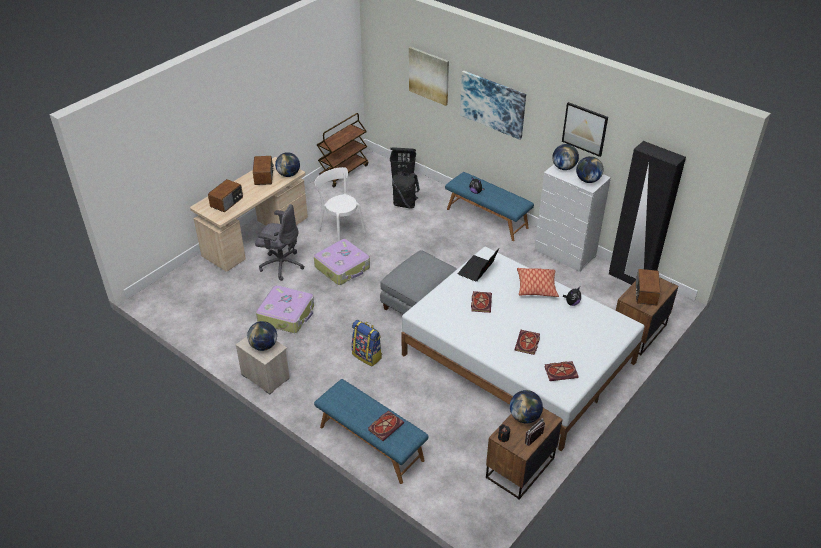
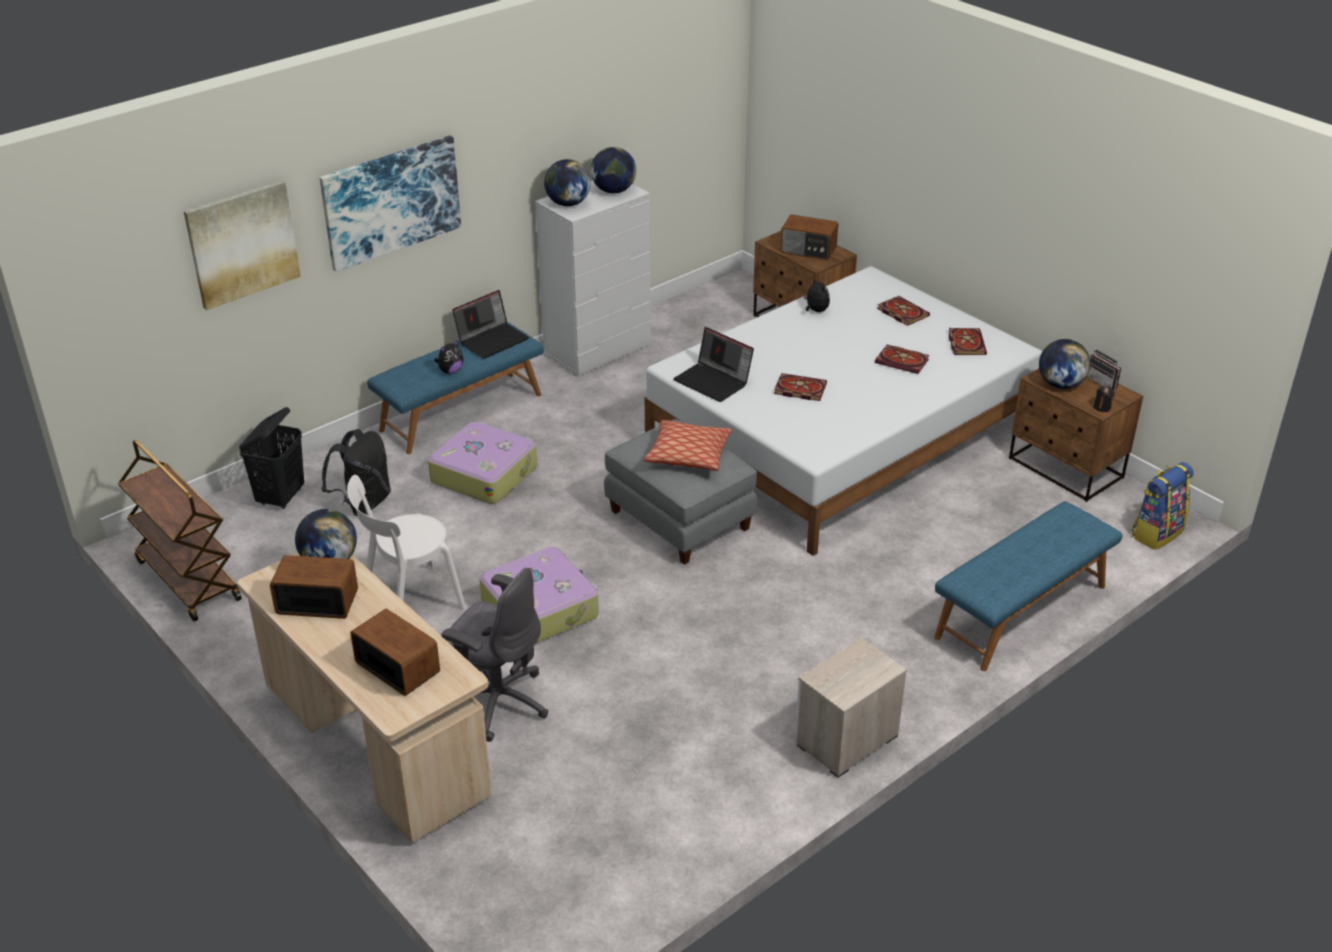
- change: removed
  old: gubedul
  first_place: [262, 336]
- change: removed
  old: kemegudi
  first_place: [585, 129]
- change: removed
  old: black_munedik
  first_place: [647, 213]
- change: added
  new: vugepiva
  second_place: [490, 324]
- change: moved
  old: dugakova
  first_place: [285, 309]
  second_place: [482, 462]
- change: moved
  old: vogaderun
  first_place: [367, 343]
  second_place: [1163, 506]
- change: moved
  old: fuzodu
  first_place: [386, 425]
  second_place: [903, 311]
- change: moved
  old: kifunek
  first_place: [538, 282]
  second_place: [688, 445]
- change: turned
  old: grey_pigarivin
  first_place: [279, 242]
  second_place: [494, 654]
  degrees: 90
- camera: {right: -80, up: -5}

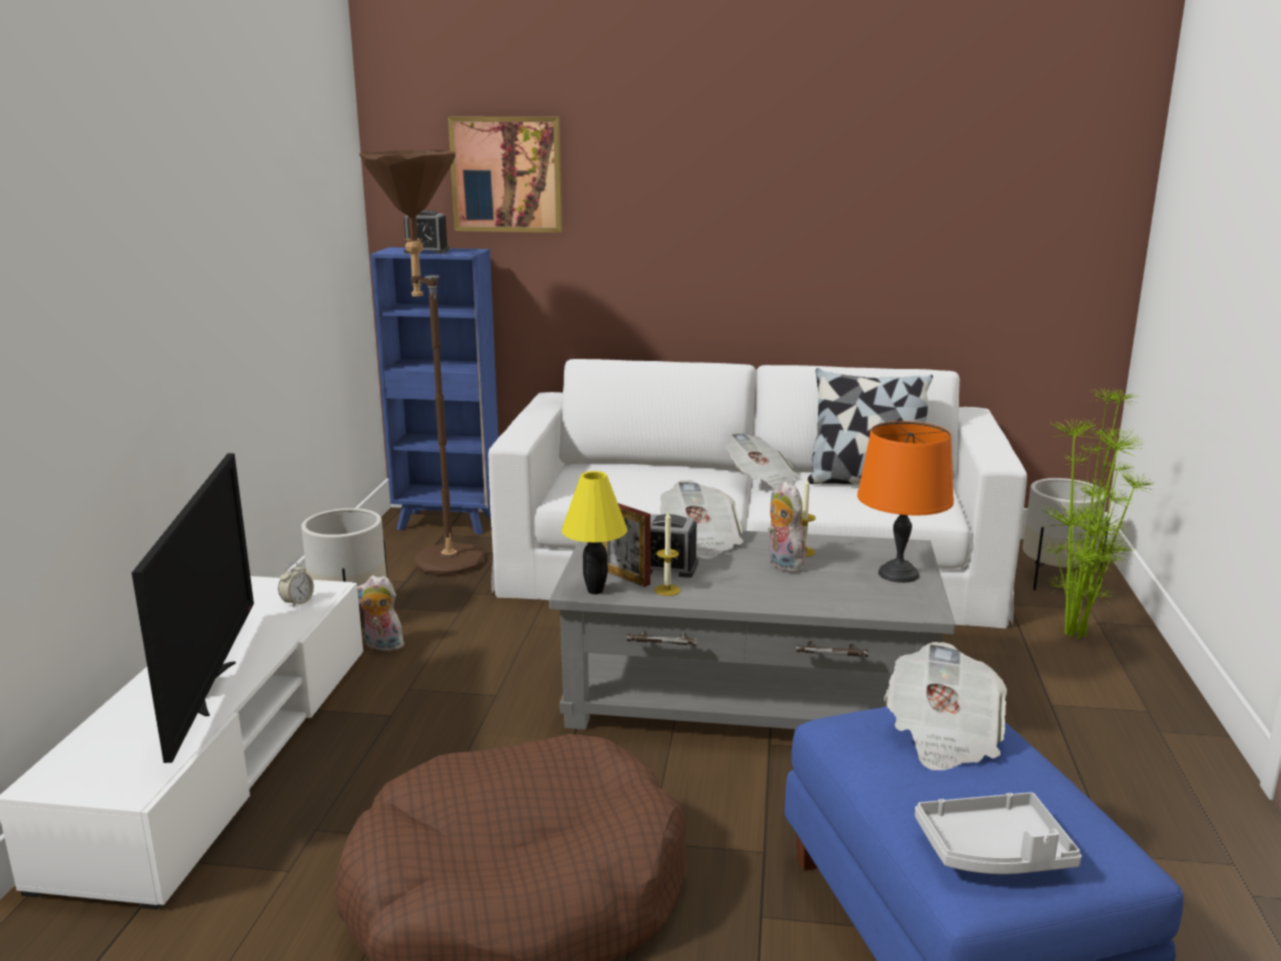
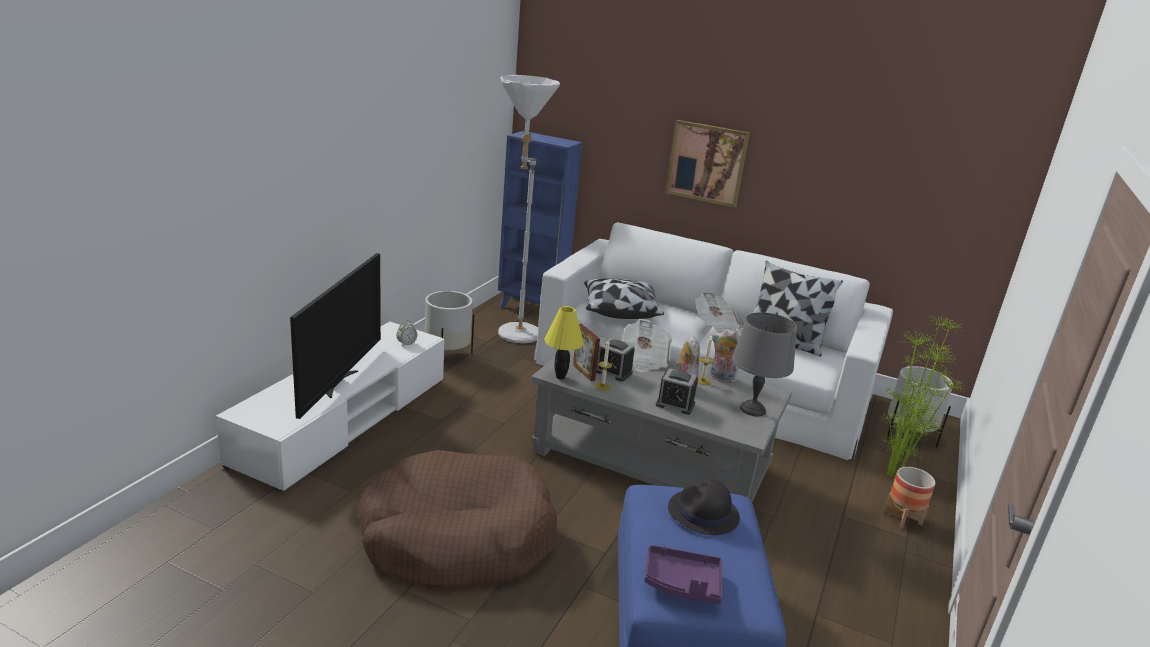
- change: added
  new: kifunek
  second_place: [624, 298]
- change: added
  new: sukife
  second_place: [910, 498]
- change: moved
  old: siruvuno
  first_place: [381, 613]
  second_place: [725, 356]
- change: moved
  old: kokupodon
  first_place: [426, 232]
  second_place: [677, 391]
- change: moved
  old: kemegudi
  first_place: [505, 175]
  second_place: [707, 164]
- change: replaced
  old: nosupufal
  new: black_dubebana
  first_place: [945, 706]
  second_place: [704, 506]
- change: recoloured
  old: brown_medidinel
  new: white_medidinel
  first_place: [422, 362]
  second_place: [529, 209]
- change: recoloured
  old: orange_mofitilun
  new: grey_mofitilun
  first_place: [905, 502]
  second_place: [764, 364]
- change: recoloured
  old: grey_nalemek
  new: purple_nalemek
  first_place: [998, 833]
  second_place: [683, 574]
- camera: {right: 15, up: 5}

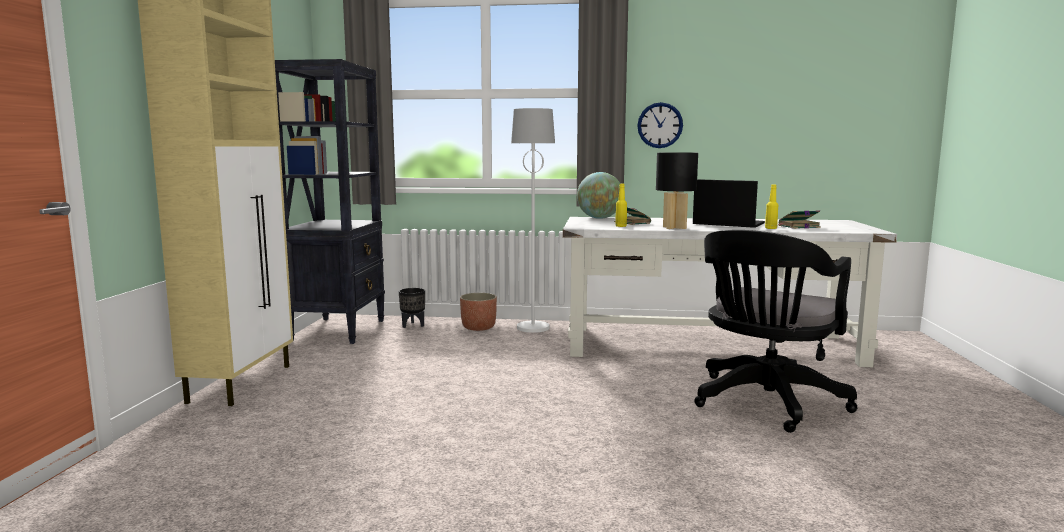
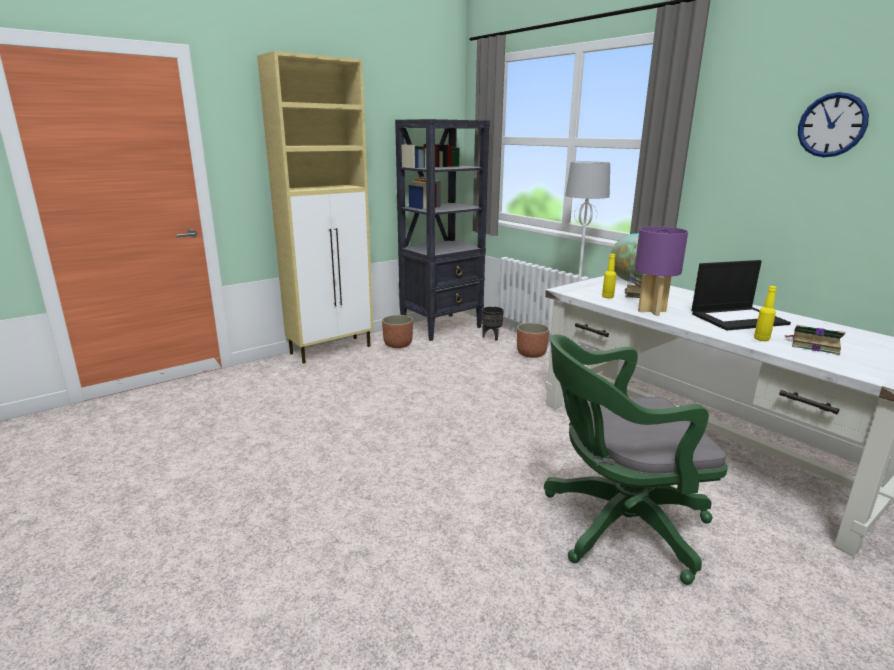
- change: added
  new: sukife
  second_place: [397, 331]
- change: moved
  old: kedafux
  first_place: [660, 125]
  second_place: [833, 124]
- change: recoloured
  old: black_mofitilun
  new: purple_mofitilun
  first_place: [677, 190]
  second_place: [661, 271]
- change: recoloured
  old: black_pigarivin
  new: green_pigarivin
  first_place: [775, 331]
  second_place: [636, 459]
- change: turned
  old: vugepiva
  first_place: [729, 203]
  second_place: [741, 295]
  degrees: 90
- camera: {right: 45, up: 10}

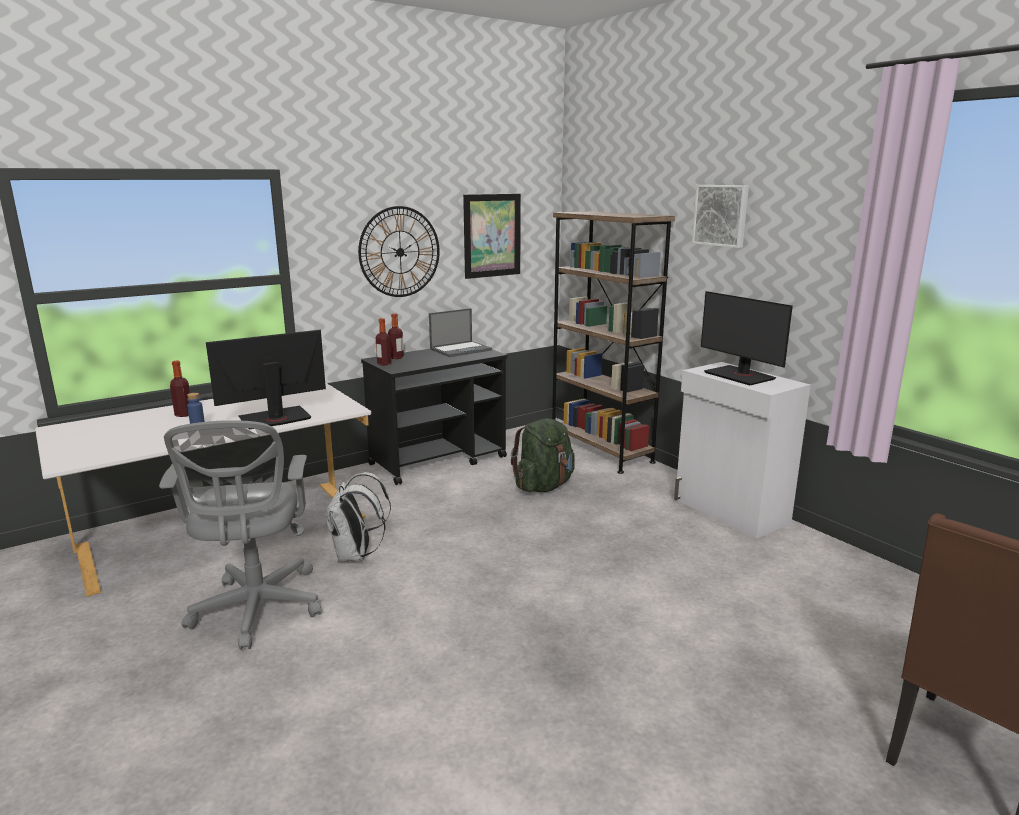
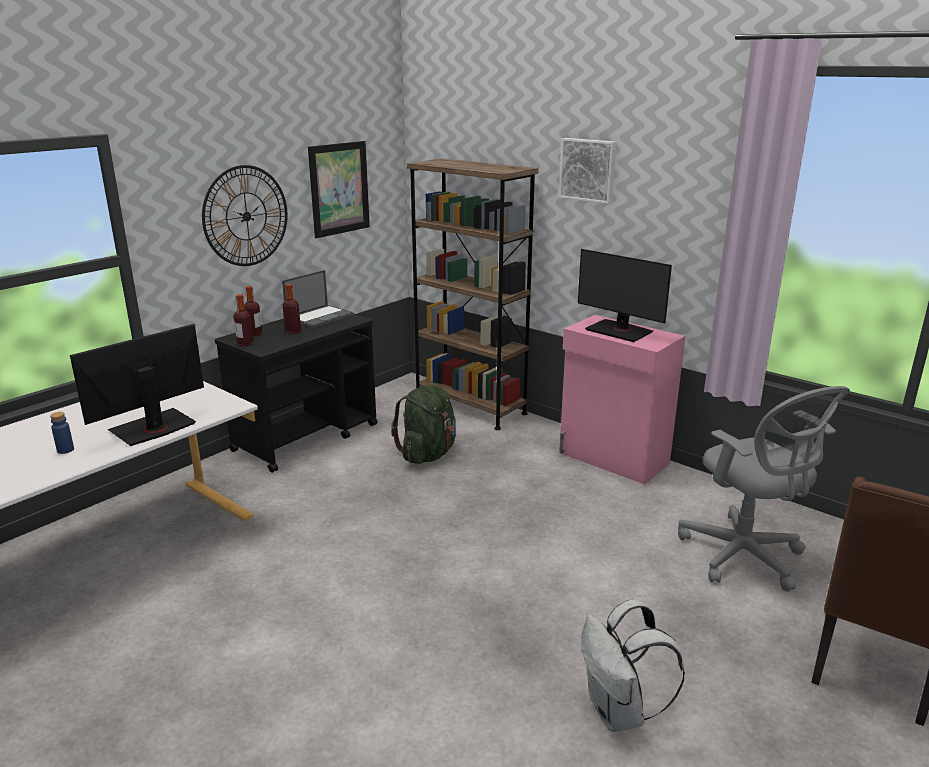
- change: moved
  old: grey_pigarivin
  first_place: [240, 535]
  second_place: [764, 489]
- change: moved
  old: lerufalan
  first_place: [180, 389]
  second_place: [292, 309]
- change: moved
  old: white_vogaderun
  first_place: [358, 517]
  second_place: [633, 665]
- change: recoloured
  old: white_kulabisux
  new: pink_kulabisux
  first_place: [742, 450]
  second_place: [622, 399]
- camera: {right: -15, up: 5}

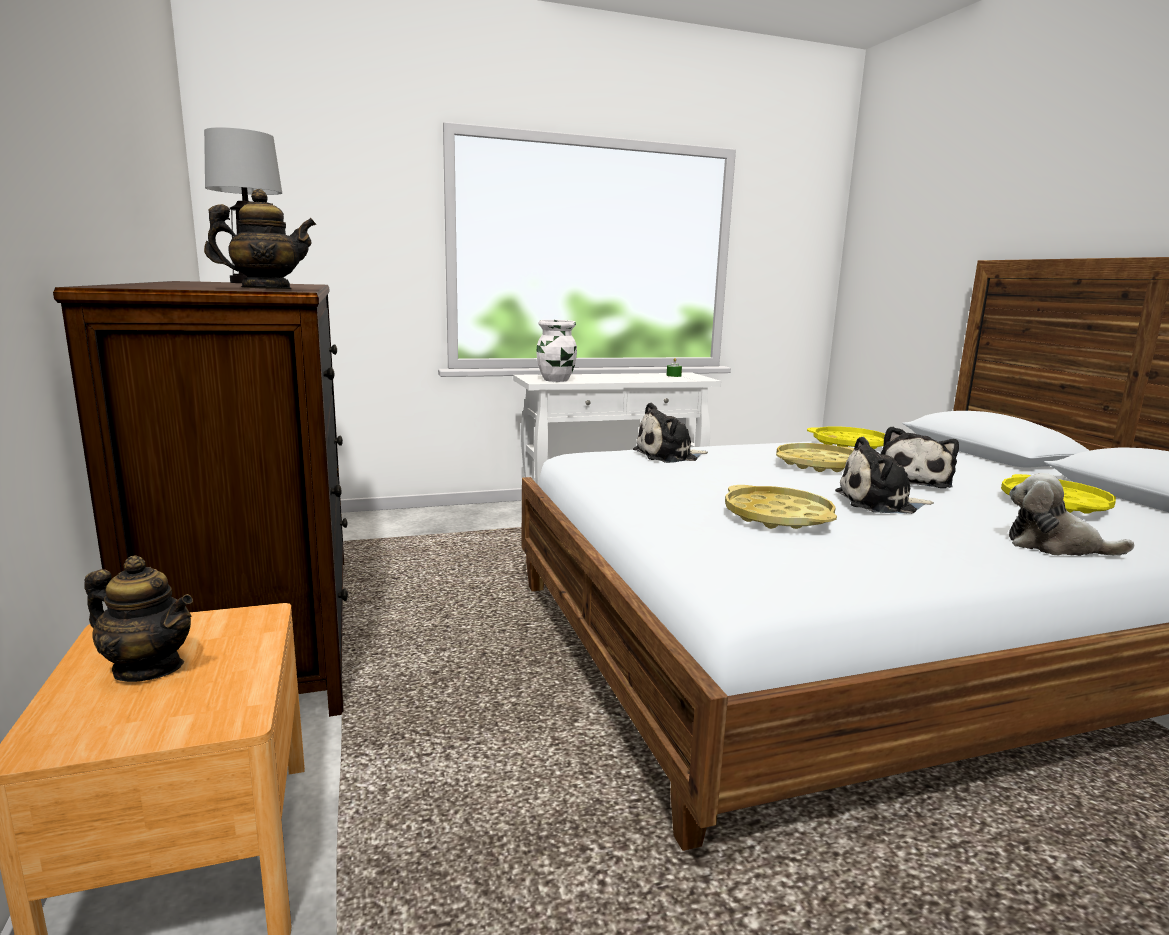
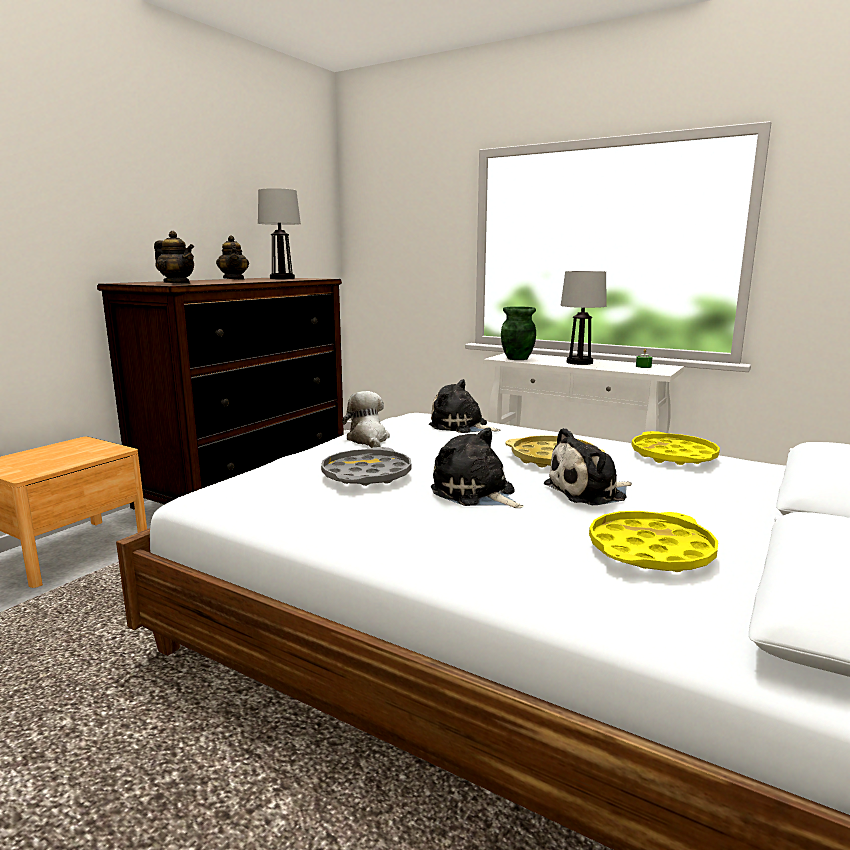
- change: added
  new: mofitilun
  second_place: [584, 318]
- change: moved
  old: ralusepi
  first_place: [138, 618]
  second_place: [232, 257]
- change: moved
  old: siruvuno
  first_place: [1072, 514]
  second_place: [366, 419]
- change: recoloured
  old: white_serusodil
  new: green_serusodil
  first_place: [556, 351]
  second_place: [518, 333]
- change: recoloured
  old: yellow_nalemek
  new: grey_nalemek
  first_place: [781, 507]
  second_place: [366, 466]
- camera: {right: 50, up: 0}

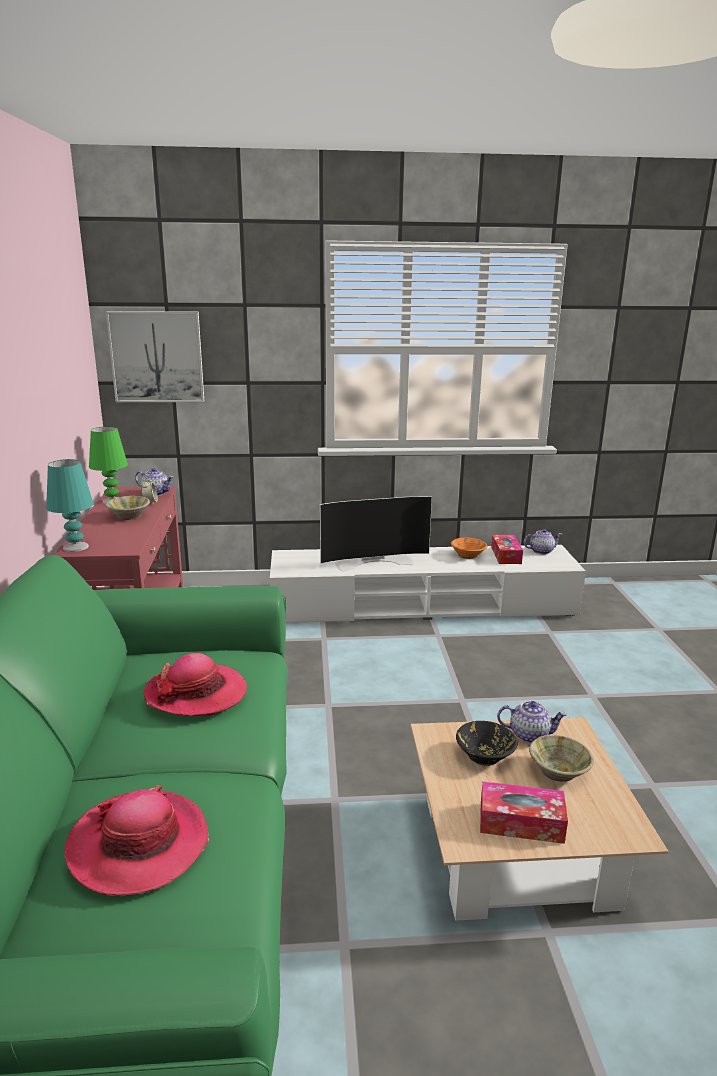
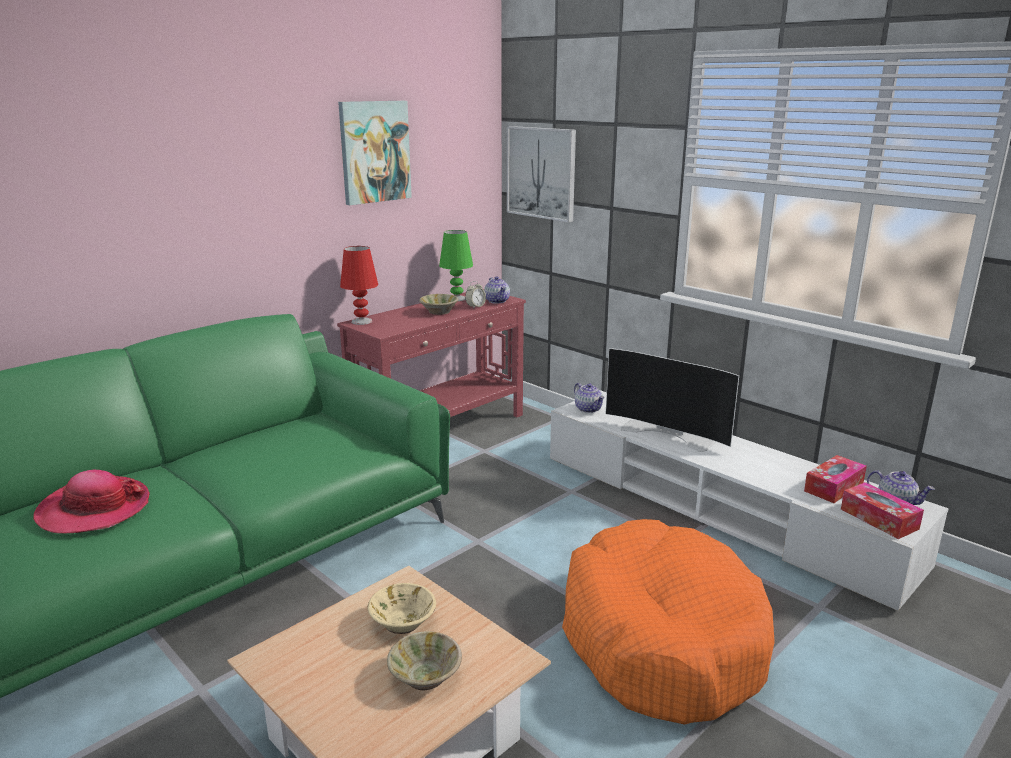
- change: removed
  old: dubebana
  first_place: [195, 684]
- change: removed
  old: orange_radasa
  first_place: [469, 548]
- change: added
  new: kemegudi
  second_place: [375, 153]
- change: added
  new: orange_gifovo
  second_place: [668, 622]
- change: moved
  old: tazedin
  first_place: [524, 812]
  second_place: [882, 510]
- change: moved
  old: ralusepi
  first_place: [532, 722]
  second_place: [589, 398]
- change: recoloured
  old: turquoise_mofitilun
  new: red_mofitilun
  first_place: [70, 505]
  second_place: [359, 285]
- change: recoloured
  old: black_radasa
  new: beige_radasa
  first_place: [487, 743]
  second_place: [402, 608]
- camera: {right: 50, up: 0}

